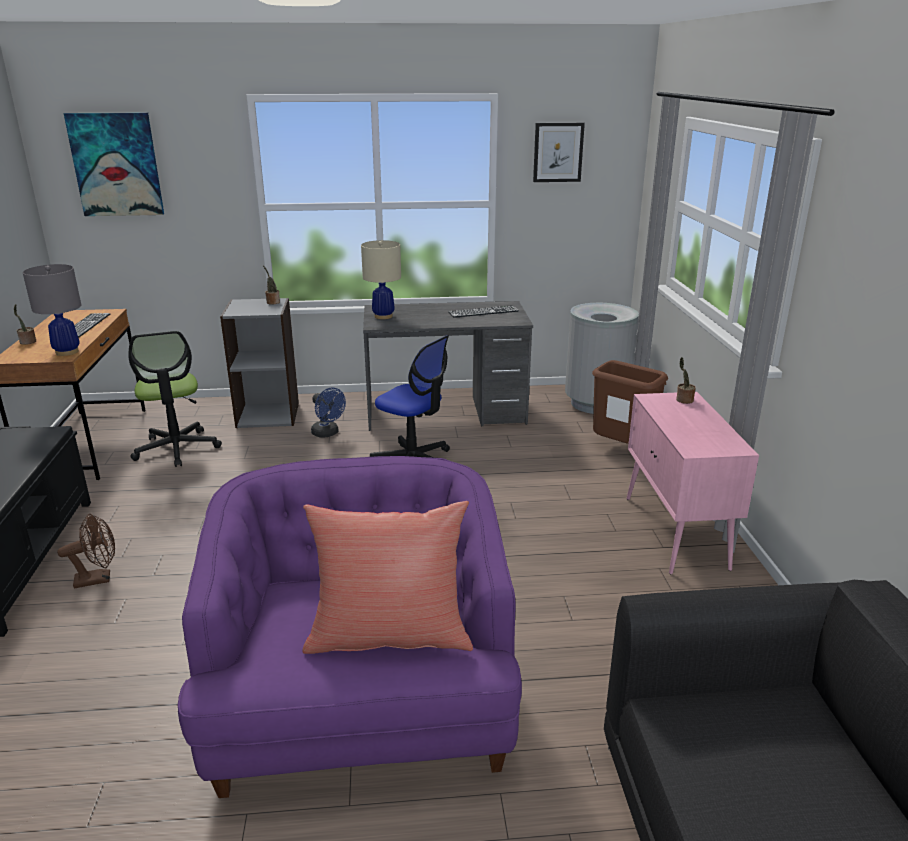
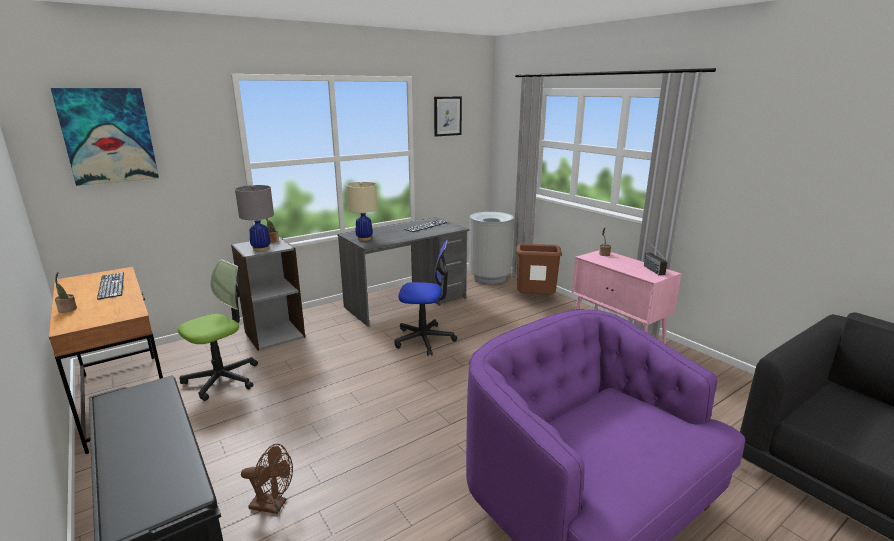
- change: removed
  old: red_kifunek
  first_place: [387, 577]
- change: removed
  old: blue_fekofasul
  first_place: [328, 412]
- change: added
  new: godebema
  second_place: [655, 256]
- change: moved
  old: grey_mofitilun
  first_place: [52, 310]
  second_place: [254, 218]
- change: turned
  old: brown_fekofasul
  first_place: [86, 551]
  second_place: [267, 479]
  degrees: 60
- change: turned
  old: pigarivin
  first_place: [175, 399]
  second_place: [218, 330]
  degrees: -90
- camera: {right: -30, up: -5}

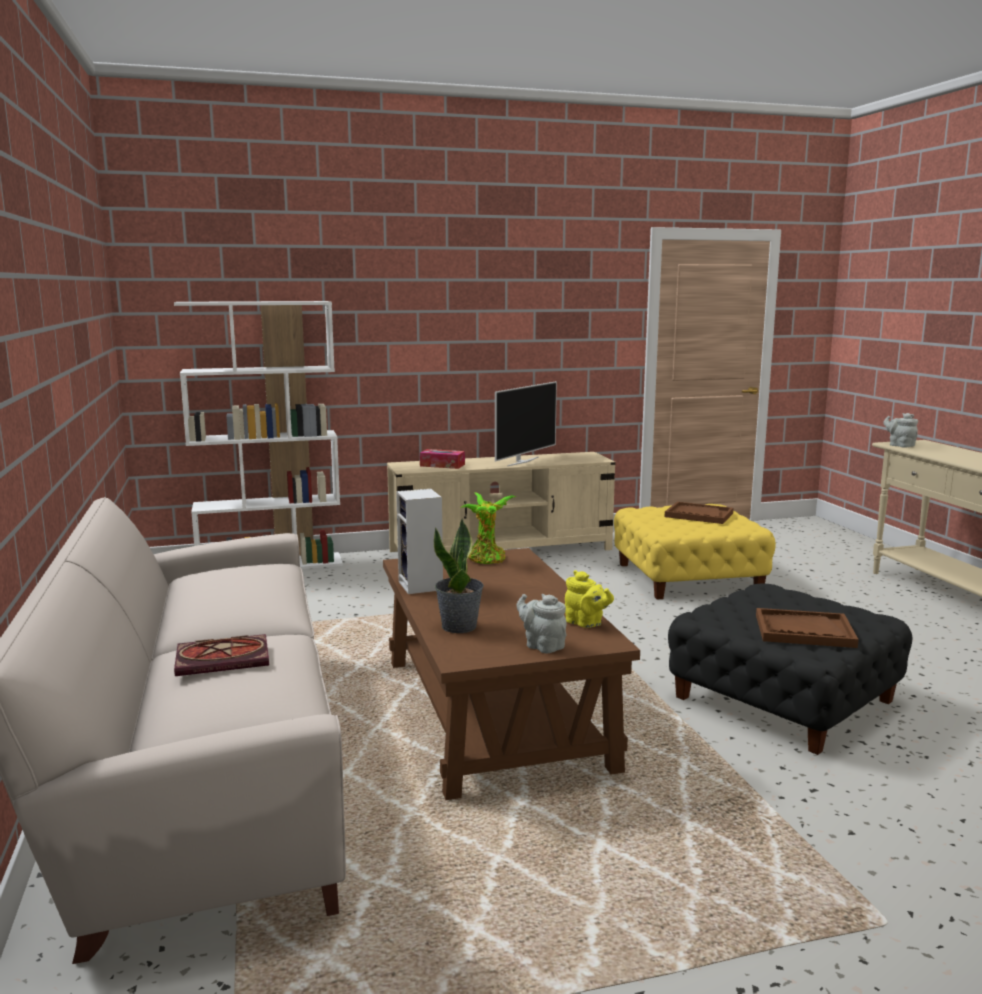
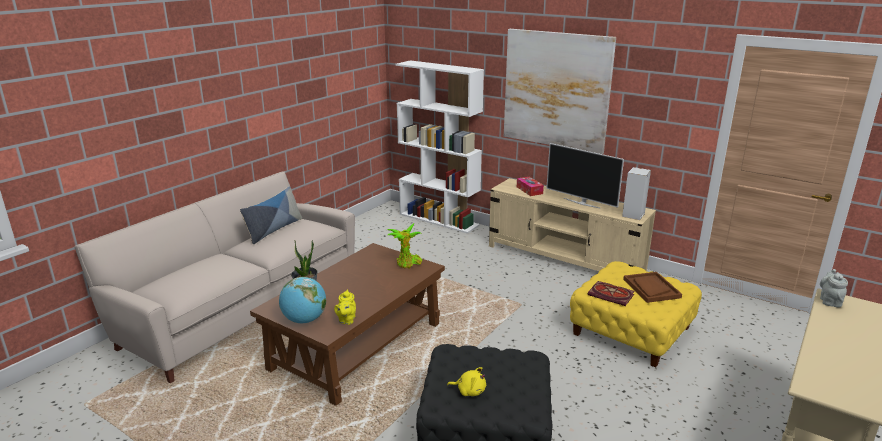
- change: added
  new: kifunek
  second_place: [271, 215]
- change: added
  new: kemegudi
  second_place: [560, 91]
- change: moved
  old: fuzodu
  first_place: [221, 655]
  second_place: [611, 293]
- change: moved
  old: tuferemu
  first_place: [419, 541]
  second_place: [636, 193]
- change: replaced
  old: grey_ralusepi
  new: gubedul
  first_place: [541, 623]
  second_place: [302, 300]
- change: replaced
  old: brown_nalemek
  new: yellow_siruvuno
  first_place: [807, 628]
  second_place: [466, 381]
- change: turned
  old: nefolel
  first_place: [526, 423]
  second_place: [585, 175]
  degrees: 45
- camera: {right: 50, up: 10}

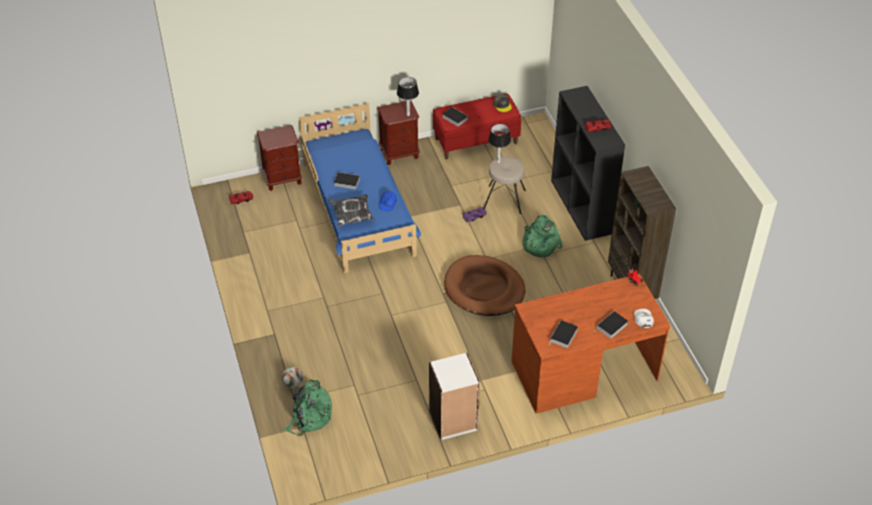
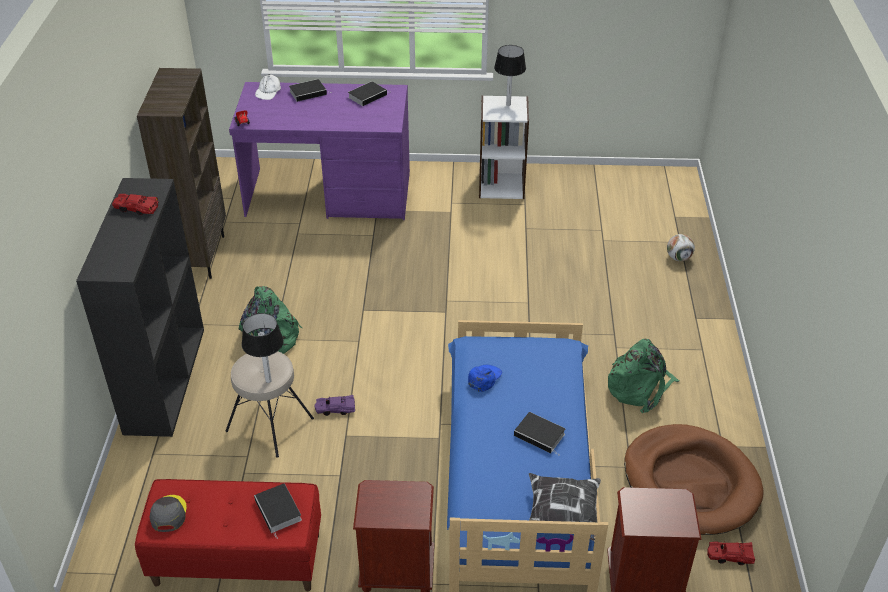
- change: moved
  old: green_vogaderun
  first_place: [308, 408]
  second_place: [644, 376]
- change: moved
  old: kifunek
  first_place: [352, 210]
  second_place: [565, 507]
- change: moved
  old: mofitilun
  first_place: [408, 96]
  second_place: [510, 75]
- change: moved
  old: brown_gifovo
  first_place: [485, 285]
  second_place: [694, 479]
- change: recoloured
  old: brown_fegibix
  new: purple_fegibix
  first_place: [591, 343]
  second_place: [319, 151]
- camera: {right: -160, up: -5}

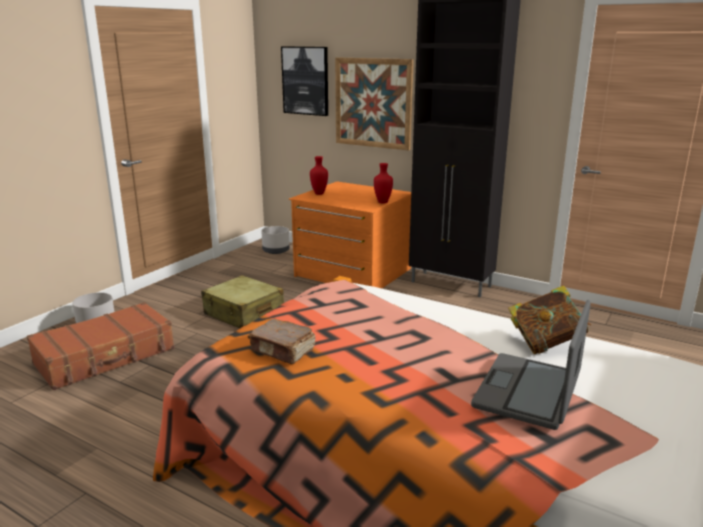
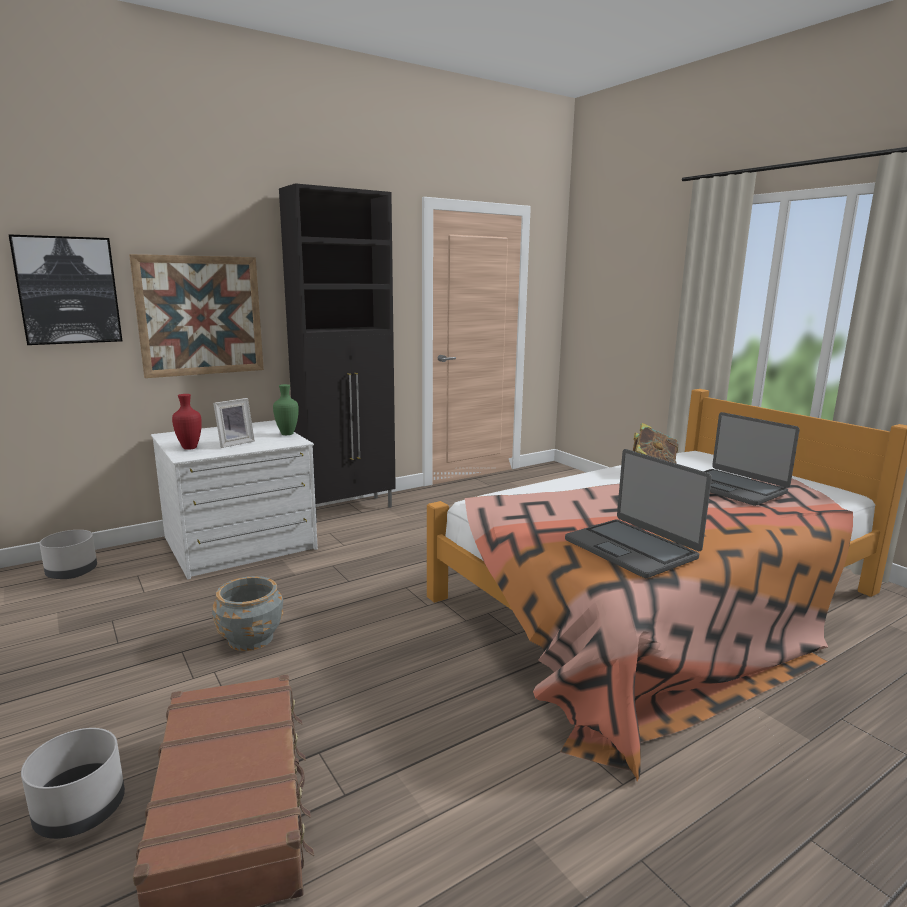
- change: added
  new: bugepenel
  second_place: [234, 423]
- change: replaced
  old: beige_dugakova
  new: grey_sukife
  first_place: [242, 301]
  second_place: [247, 613]
- change: replaced
  old: brown_fuzodu
  new: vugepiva
  first_place: [282, 341]
  second_place: [638, 513]
- change: recoloured
  old: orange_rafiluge
  new: white_rafiluge
  first_place: [350, 234]
  second_place: [234, 499]
- change: recoloured
  old: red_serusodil
  new: green_serusodil
  first_place: [383, 183]
  second_place: [286, 409]
- camera: {right: -65, up: -5}

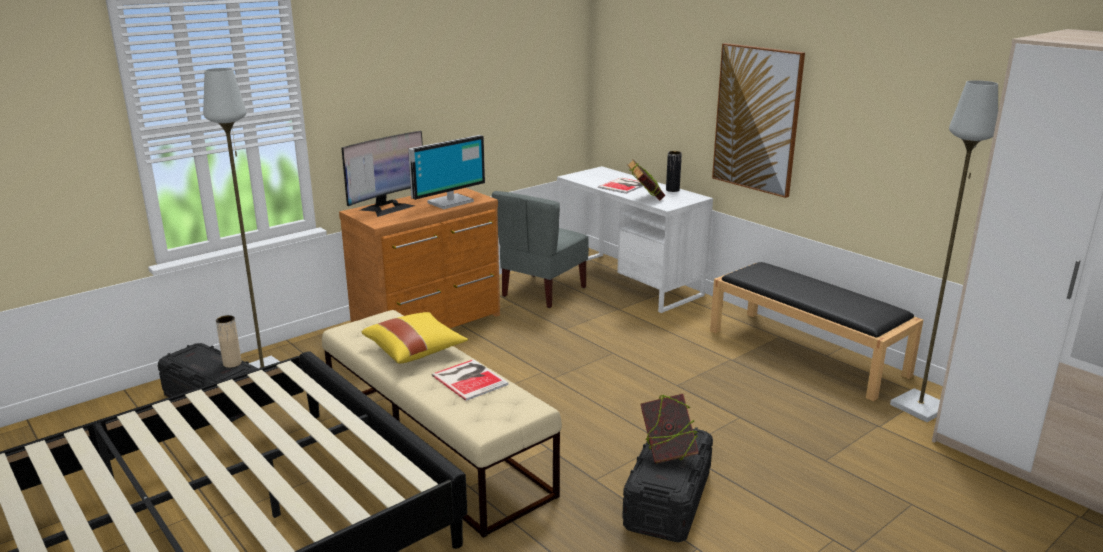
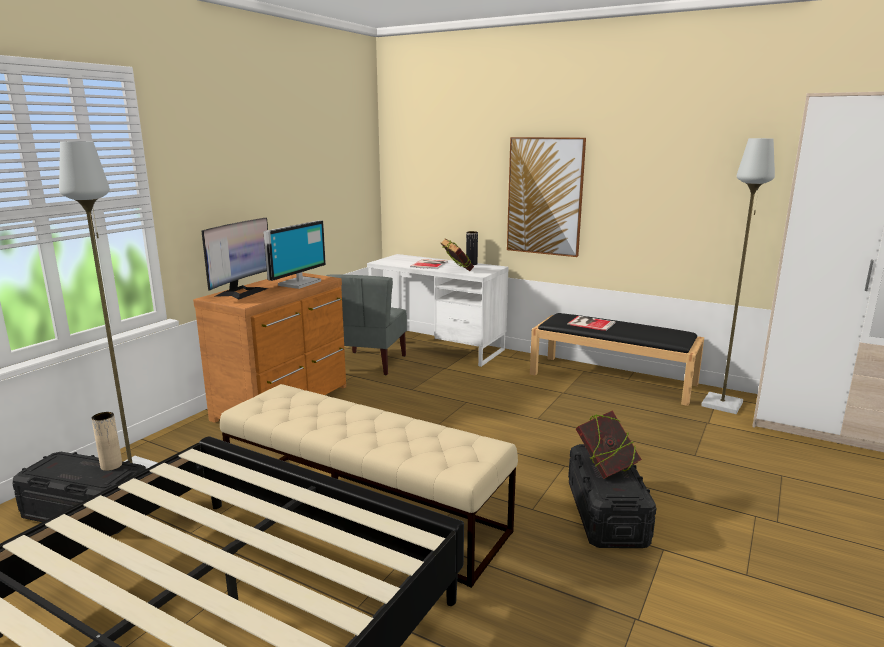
- change: removed
  old: yellow_kifunek
  first_place: [415, 338]
- change: moved
  old: fuzodu
  first_place: [470, 380]
  second_place: [591, 323]
- camera: {right: -20, up: -5}

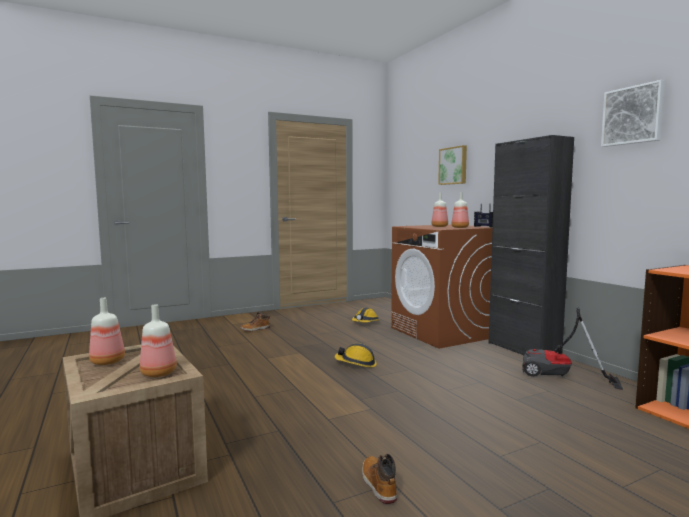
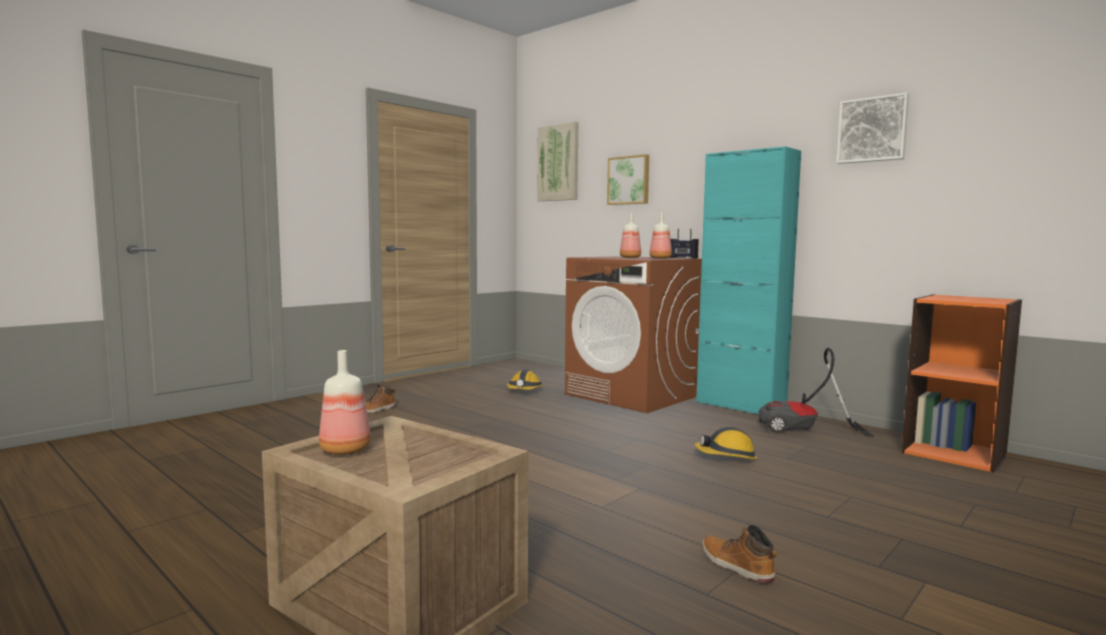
- change: removed
  old: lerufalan
  first_place: [158, 340]
- change: added
  new: kemegudi
  second_place: [557, 161]
- change: moved
  old: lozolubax
  first_place: [356, 355]
  second_place: [726, 443]
- change: recoloured
  old: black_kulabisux
  new: turquoise_kulabisux
  first_place: [531, 245]
  second_place: [748, 280]
- camera: {right: -20, up: 0}

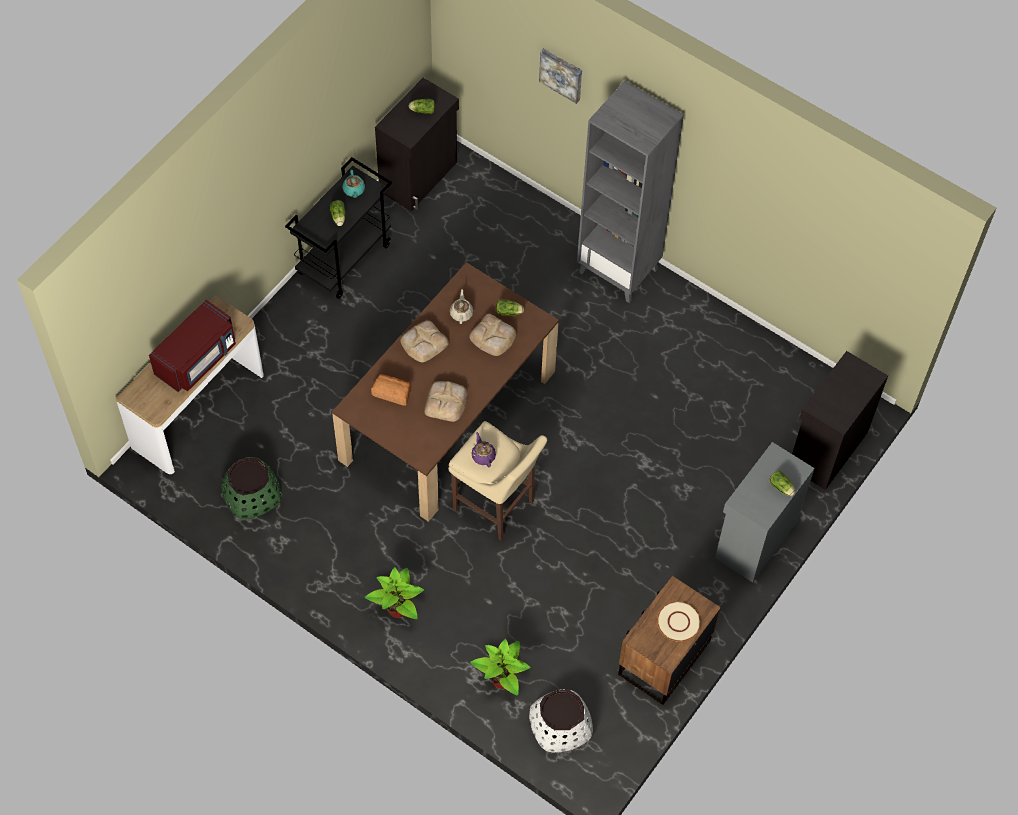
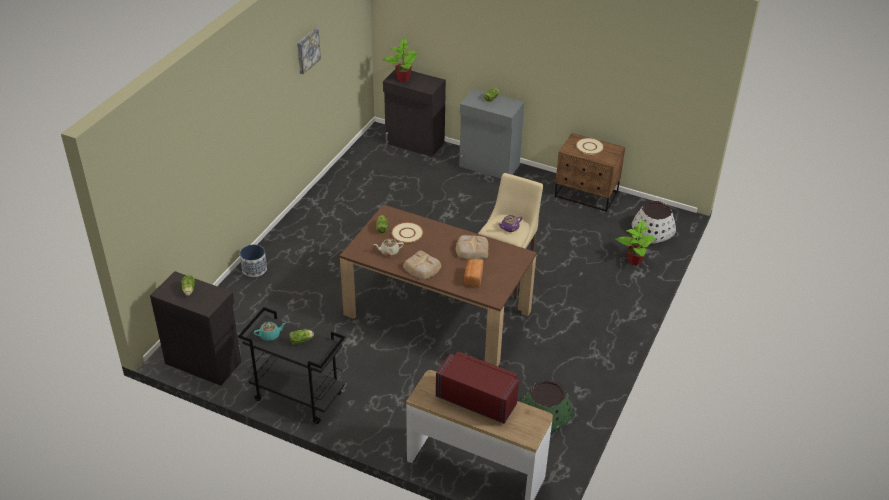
- change: removed
  old: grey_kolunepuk
  first_place: [630, 191]
- change: added
  new: sukife
  second_place: [253, 260]
- change: moved
  old: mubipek
  first_place: [394, 593]
  second_place: [400, 59]
- change: moved
  old: kemegudi
  first_place: [560, 76]
  second_place: [309, 51]
- change: replaced
  old: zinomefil
  new: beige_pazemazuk
  first_place: [492, 335]
  second_place: [407, 232]
- camera: {right: -100, up: -20}

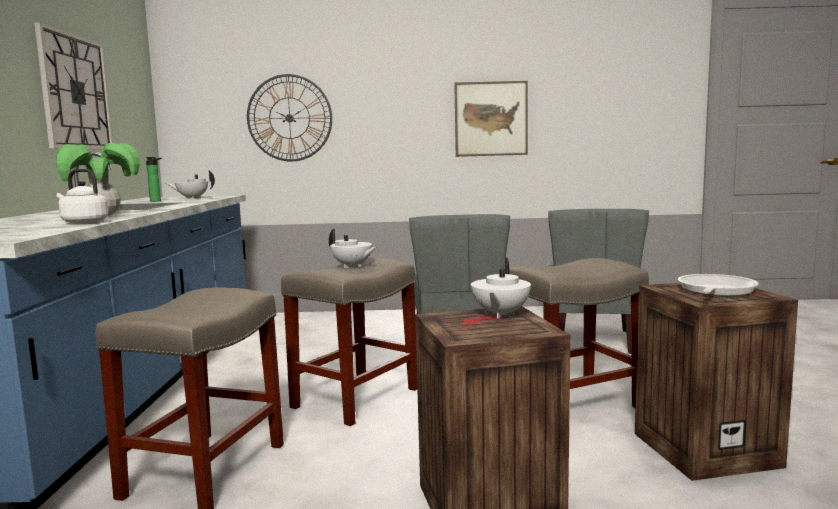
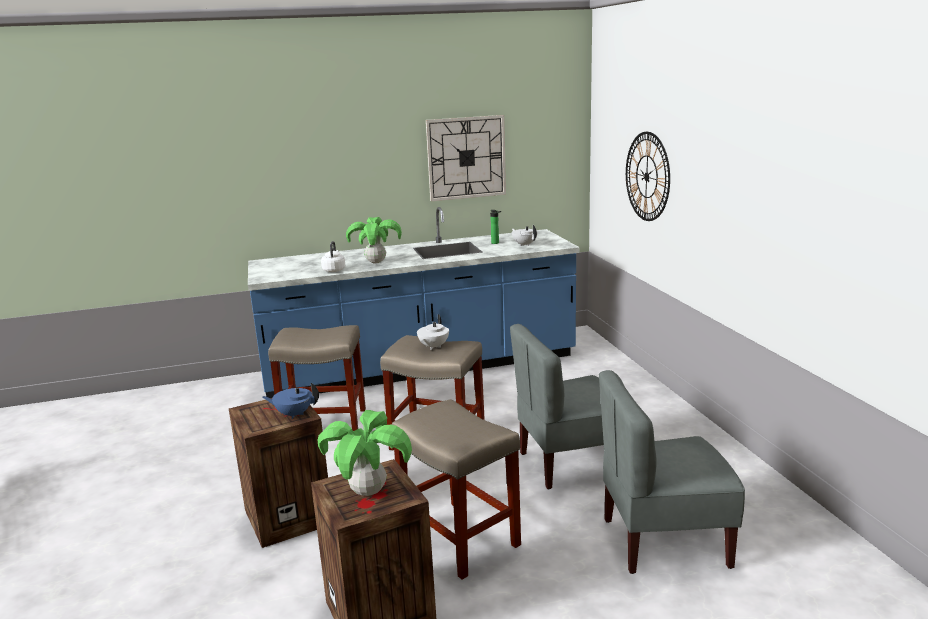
- change: removed
  old: kemegudi
  first_place: [491, 119]
- change: replaced
  old: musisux
  new: mubipek
  first_place: [718, 285]
  second_place: [365, 453]
- change: recoloured
  old: white_ralusepi
  new: blue_ralusepi
  first_place: [501, 288]
  second_place: [291, 401]
- camera: {right: 75, up: 10}

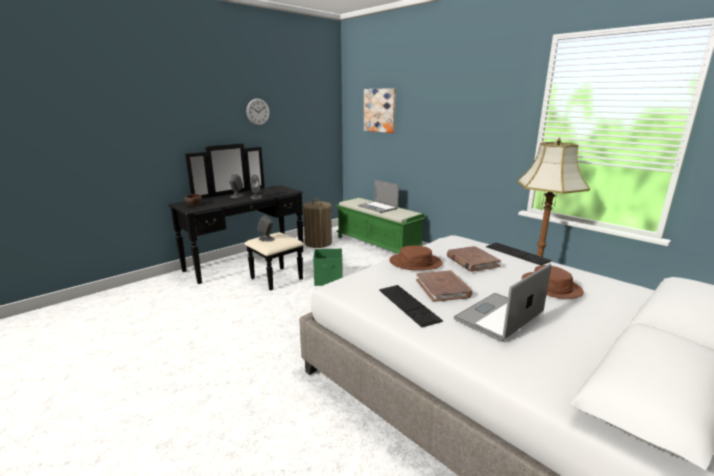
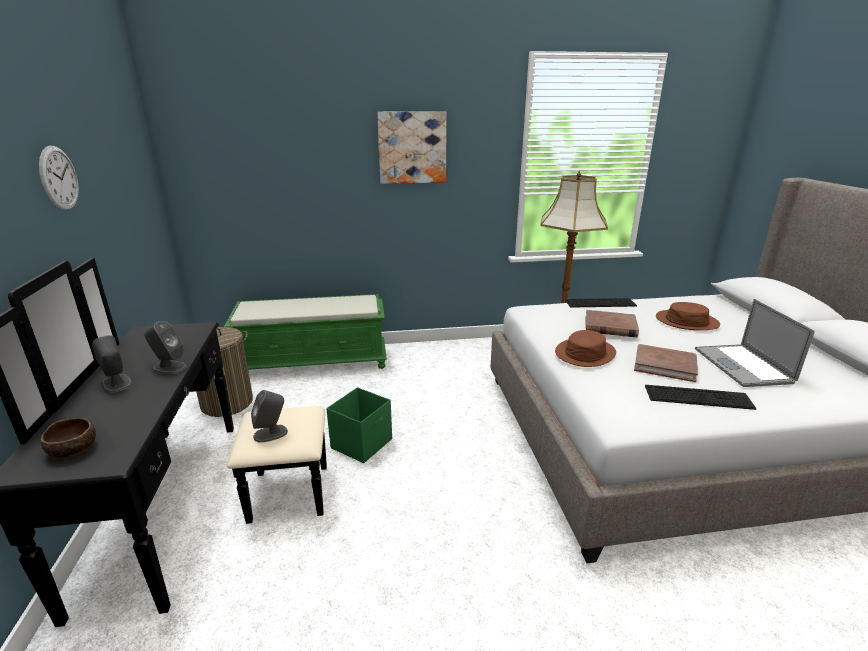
- change: removed
  old: vugepiva
  first_place: [378, 196]
- change: moved
  old: kemegudi
  first_place: [380, 110]
  second_place: [412, 147]
- camera: {right: -55, up: 5}

